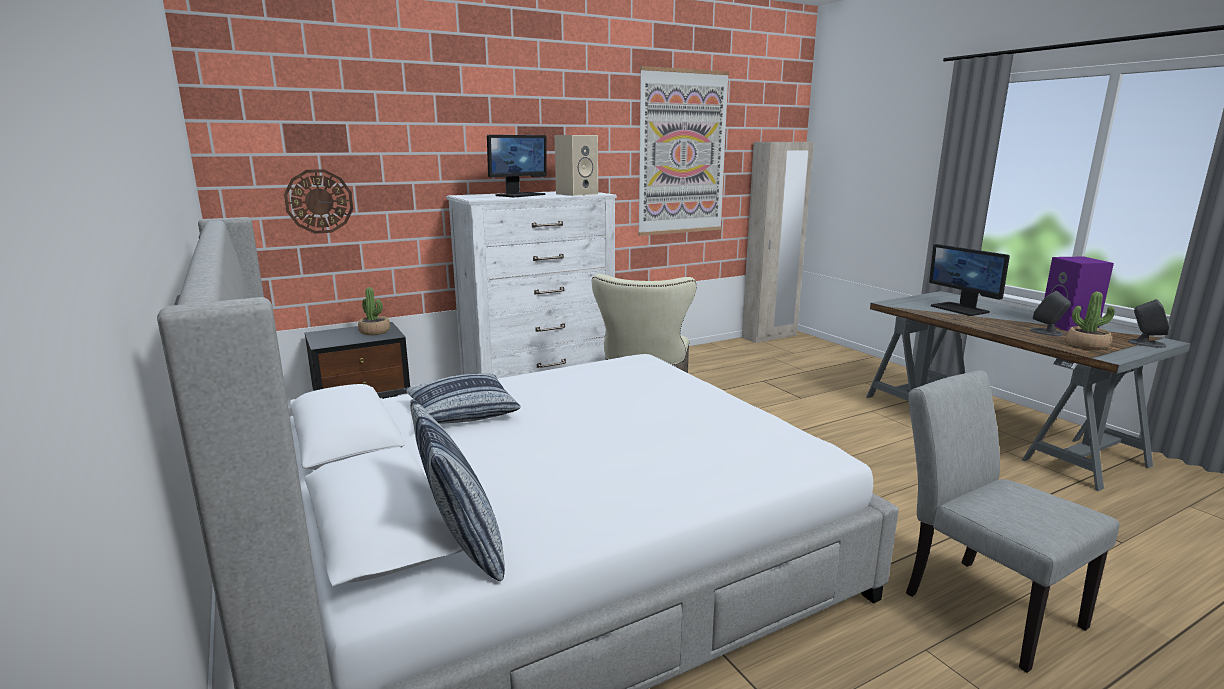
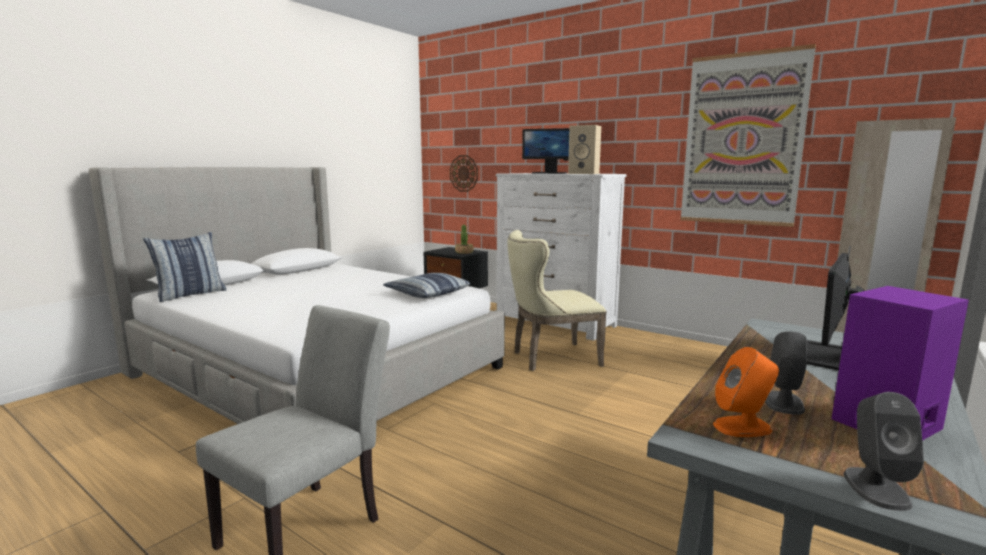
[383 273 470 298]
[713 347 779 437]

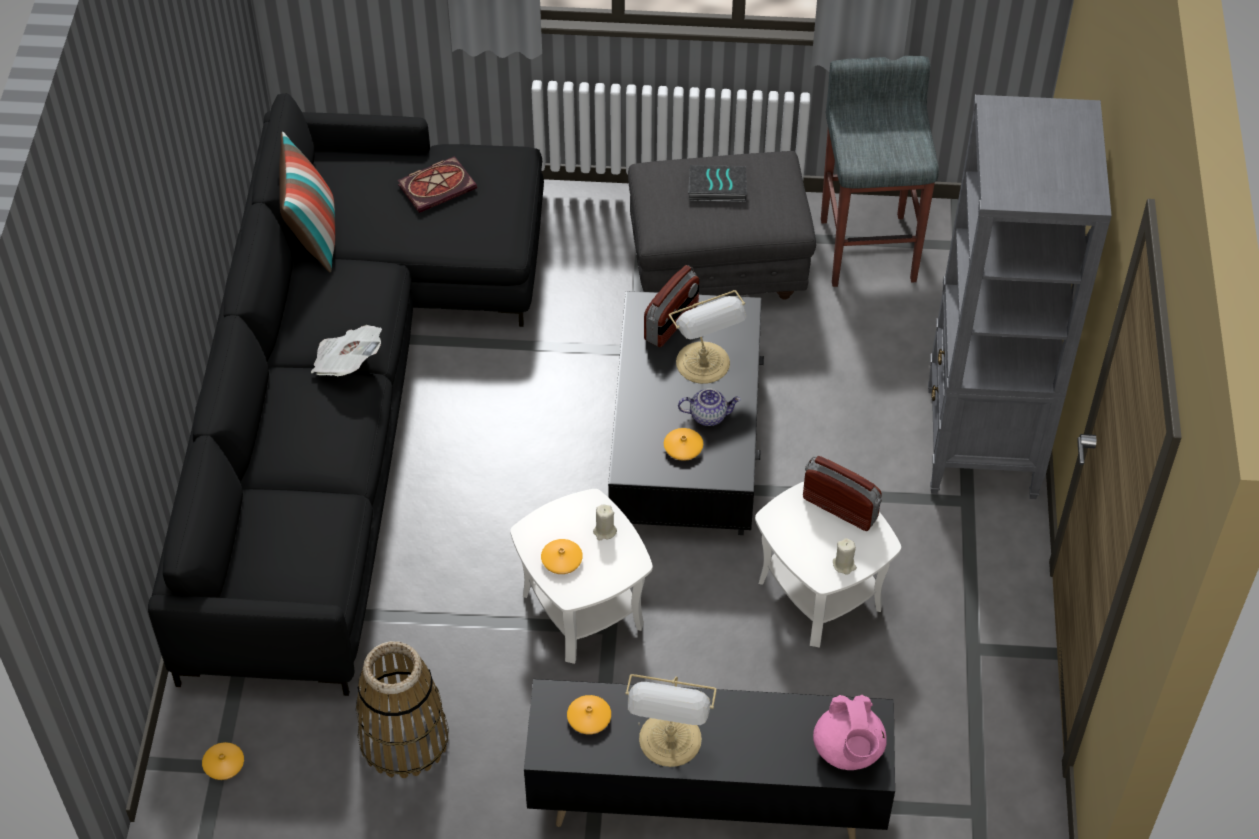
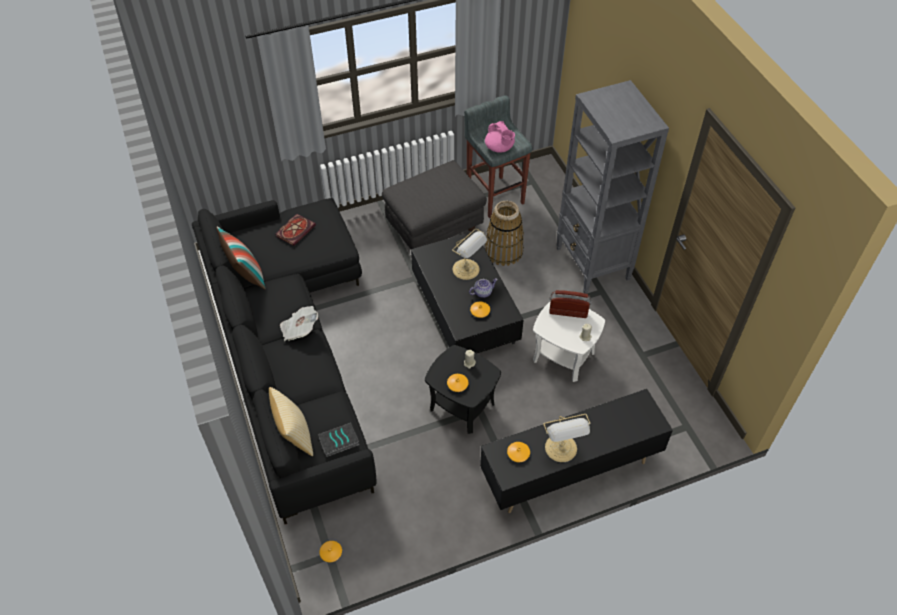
[269 387 313 456]
[318 423 359 457]
[425 345 501 434]
[485 121 515 153]
[485 201 524 266]
[644 265 699 347] (first image)

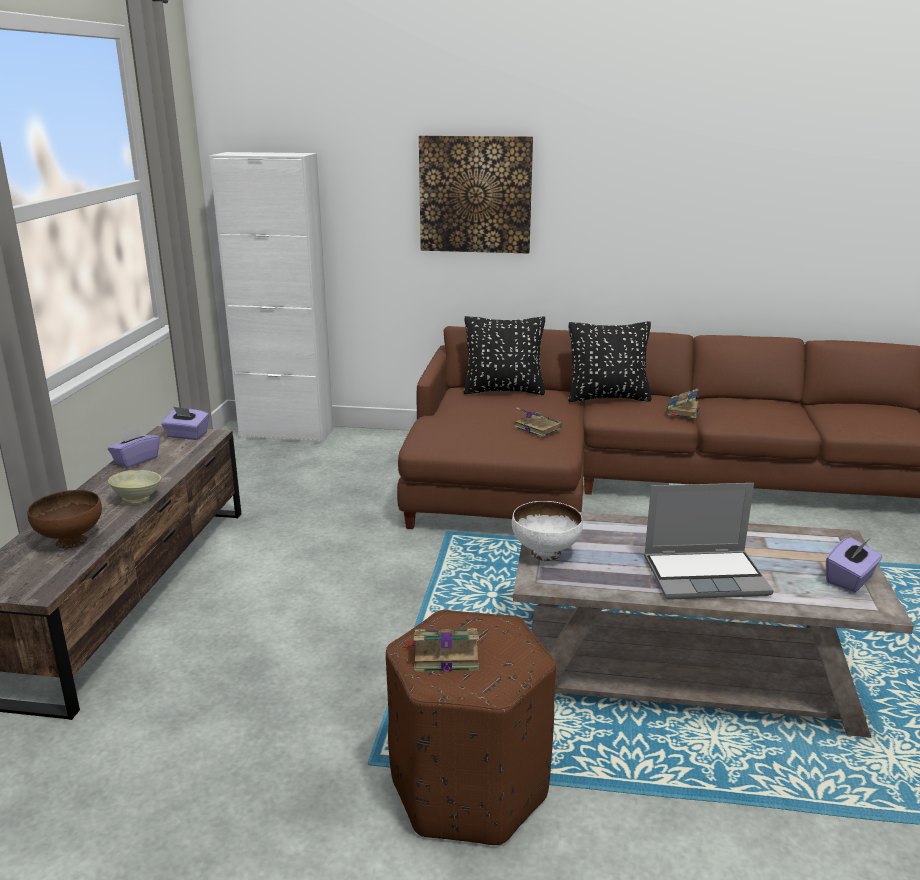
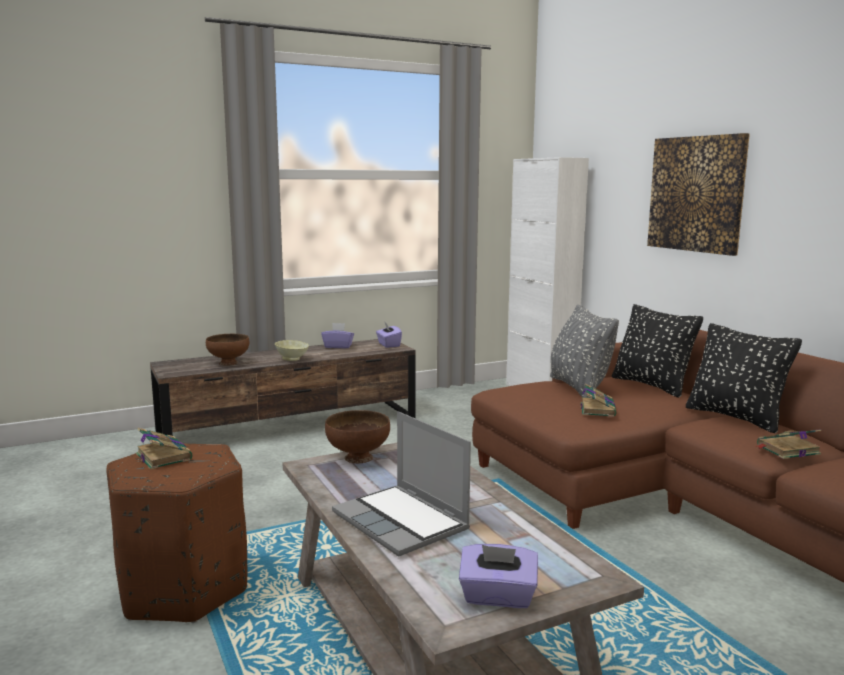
[325 410 390 463]
[550 305 619 398]

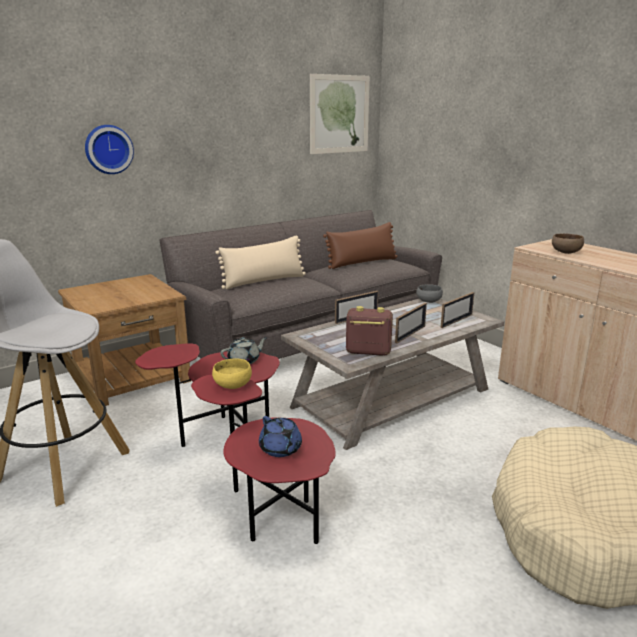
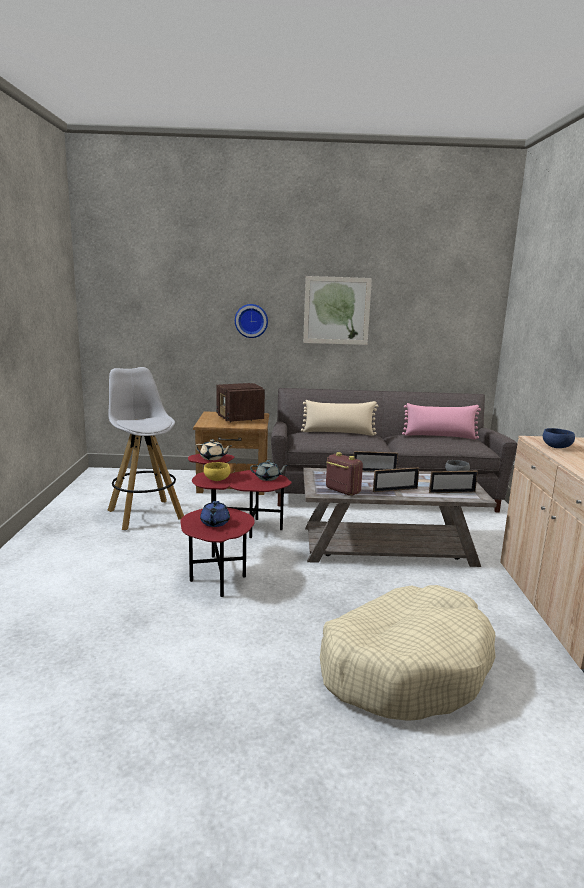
[195 440 231 460]
[216 383 265 423]
[303 276 372 345]
[402 403 481 440]
[543 428 575 448]

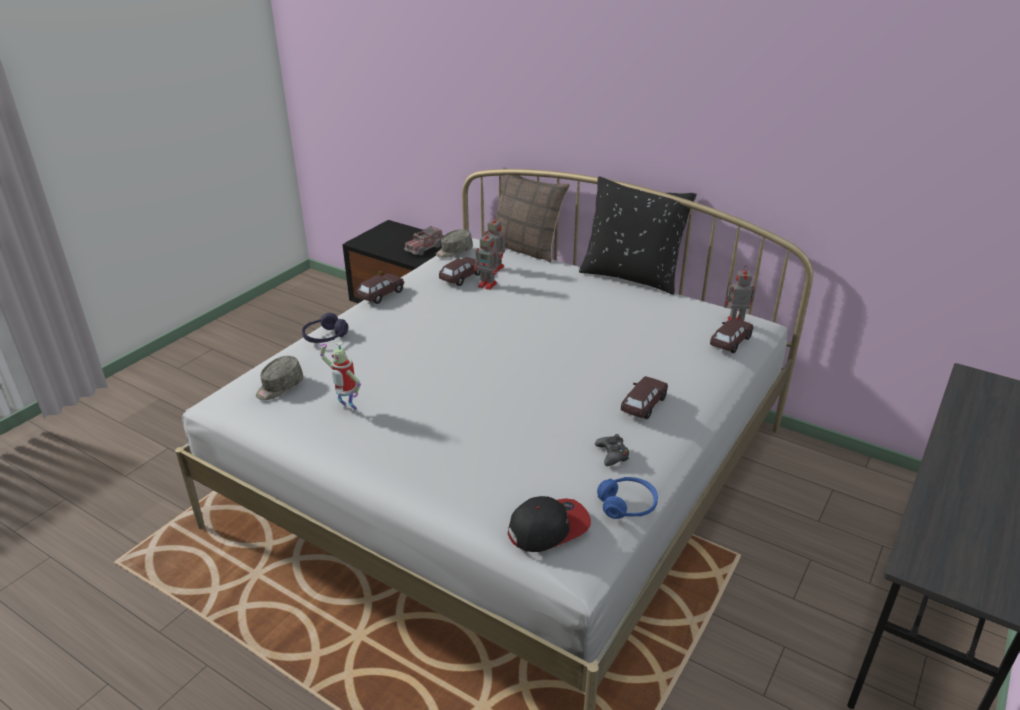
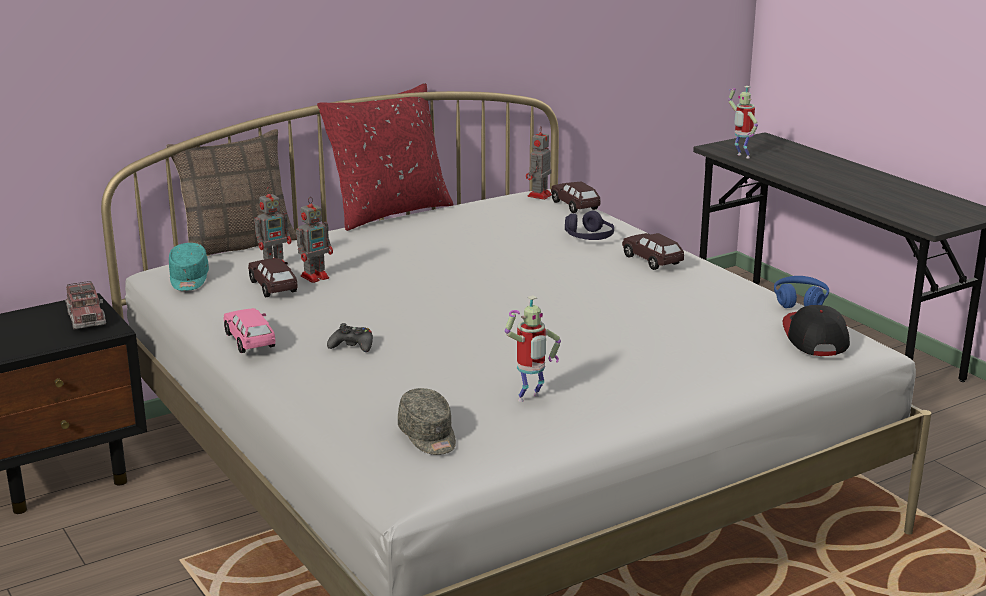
[169 243 209 291]
[223 308 275 353]
[317 83 454 231]
[327 323 373 352]
[565 211 614 240]
[728 86 758 159]

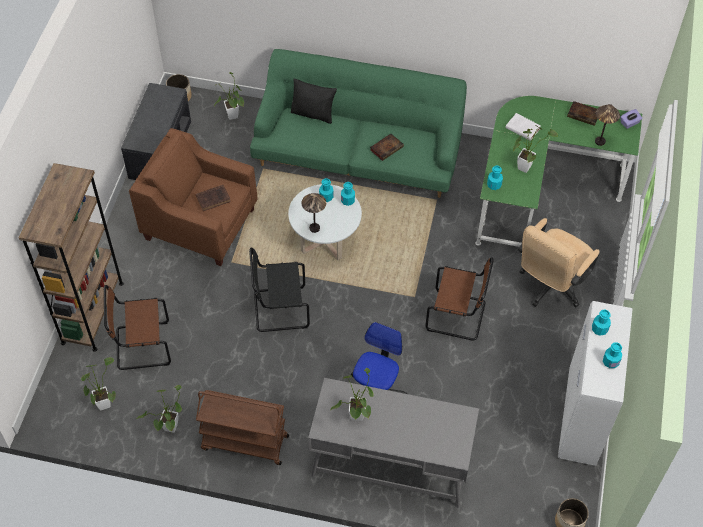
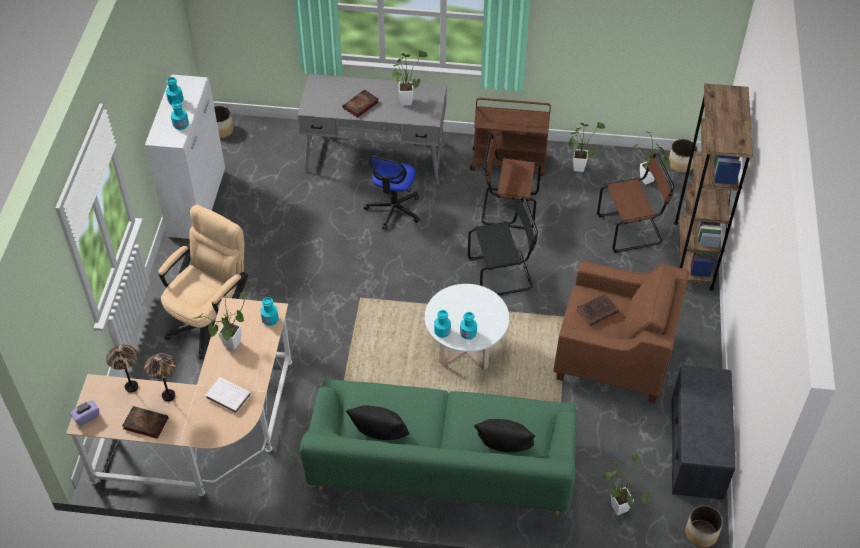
[66 297 292 496]
[144 353 176 401]
[343 89 379 118]
[346 405 410 440]
[481 133 541 229]
[669 139 698 173]

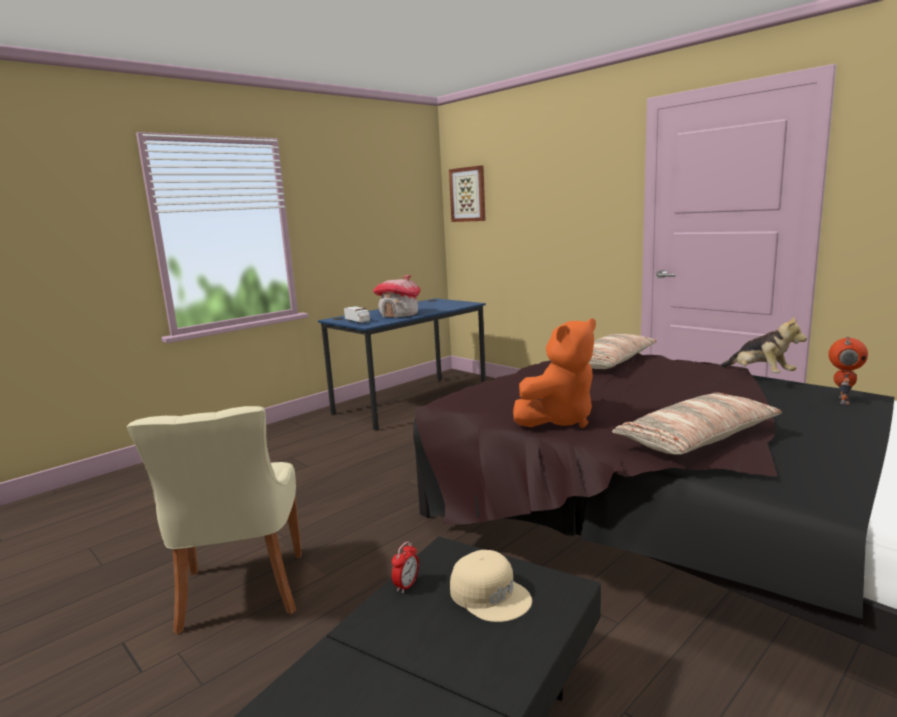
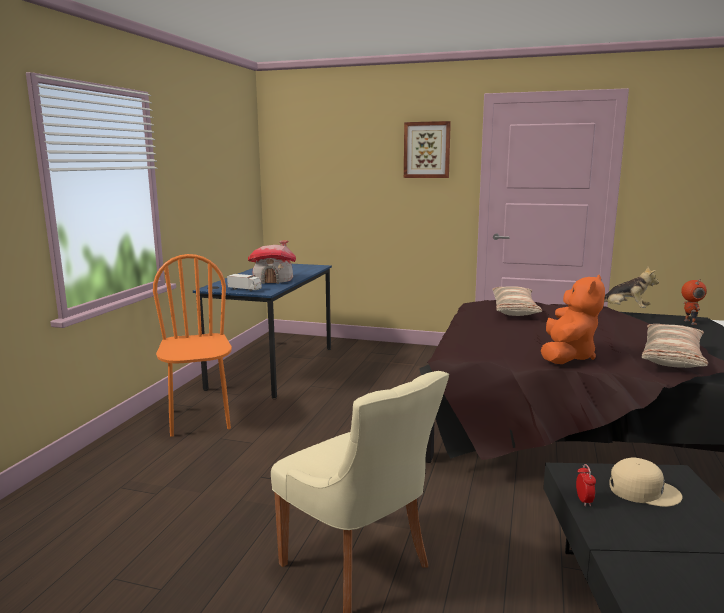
[153 254 232 437]
[404 121 451 178]

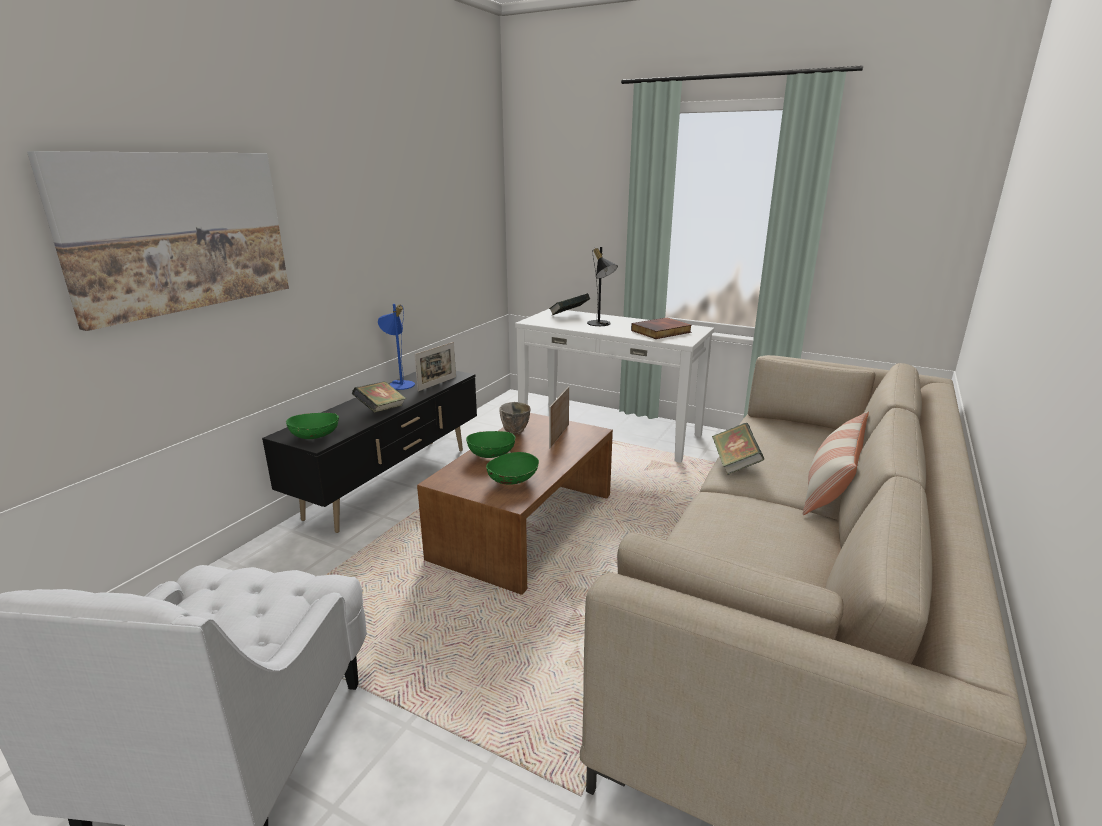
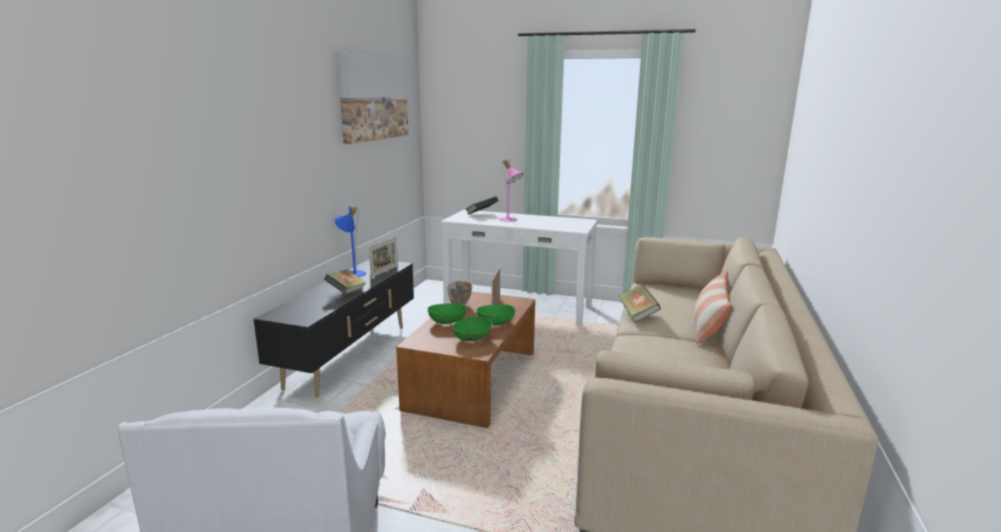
[337 52 408 144]
[476 304 515 326]
[499 159 523 222]
[631 317 692 339] (first image)

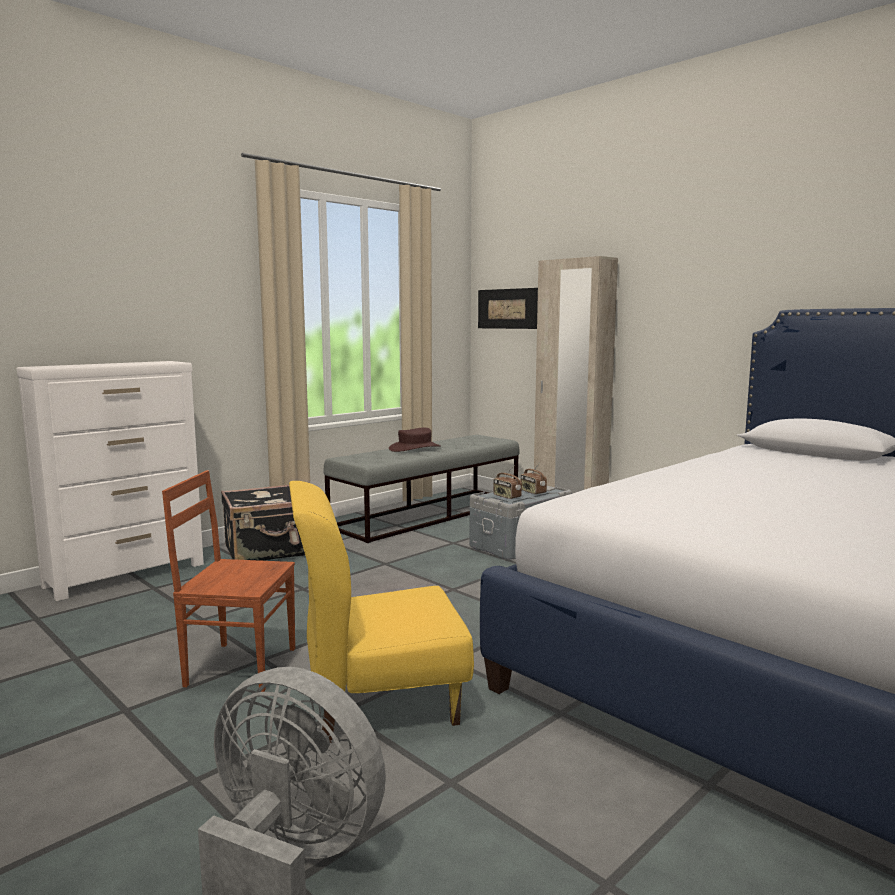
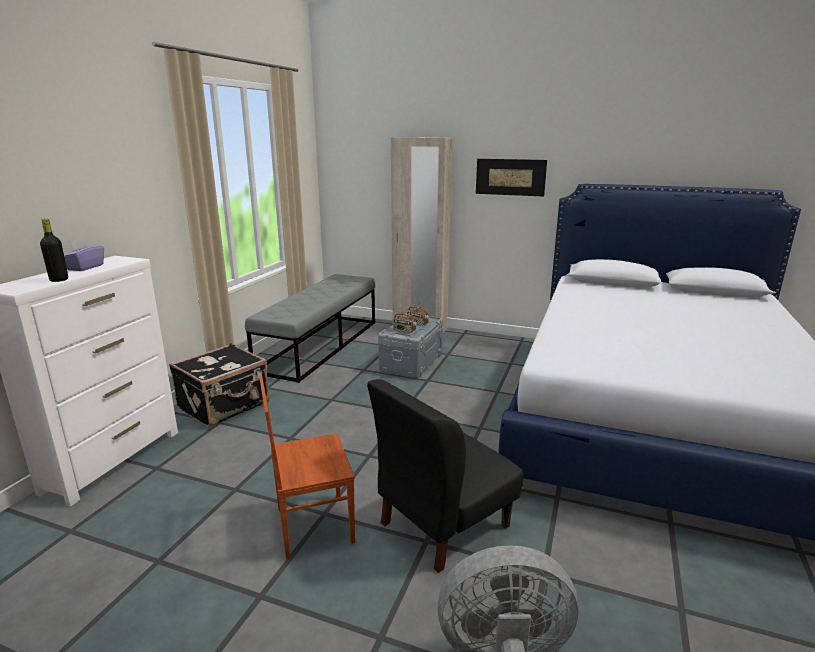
[40 219 68 282]
[64 239 104 271]
[367 379 523 573]
[476 159 547 197]
[389 428 441 452] (first image)

